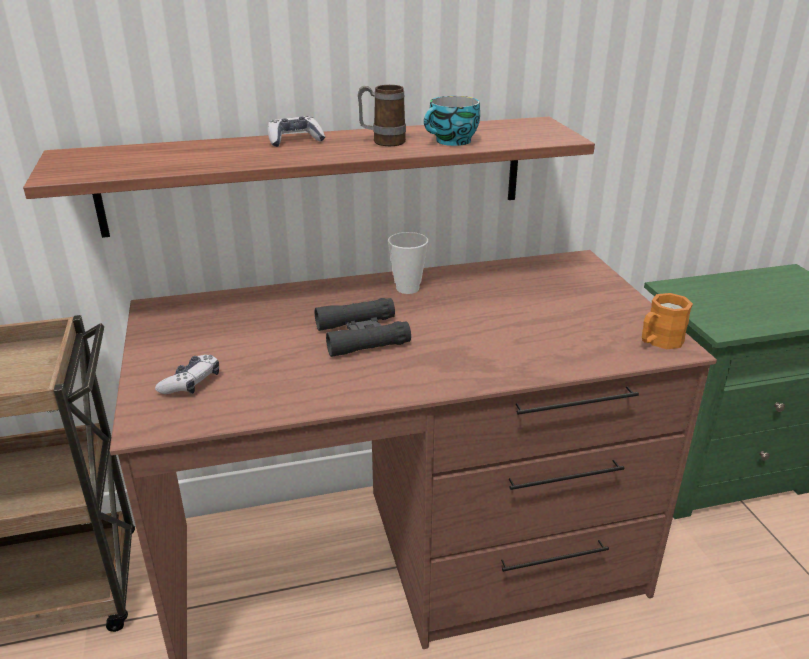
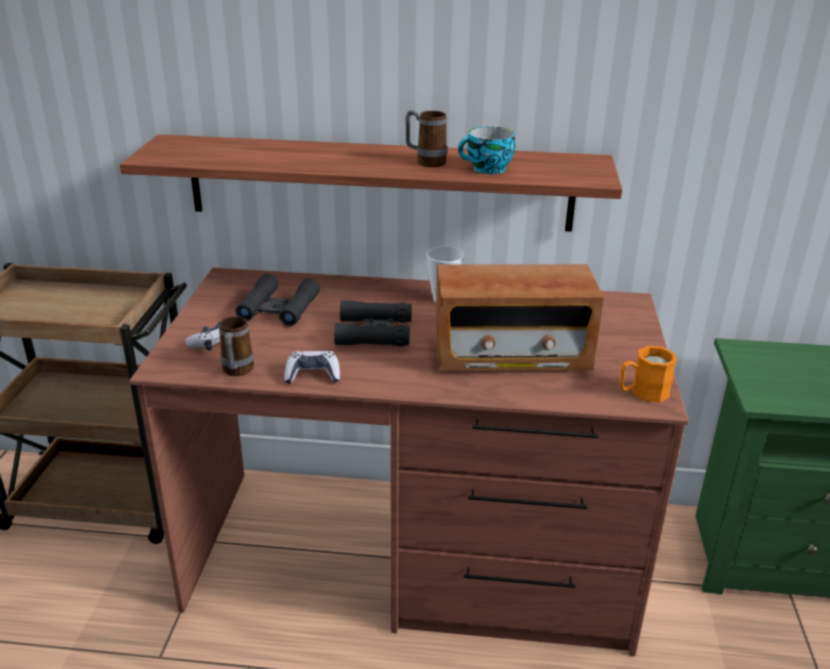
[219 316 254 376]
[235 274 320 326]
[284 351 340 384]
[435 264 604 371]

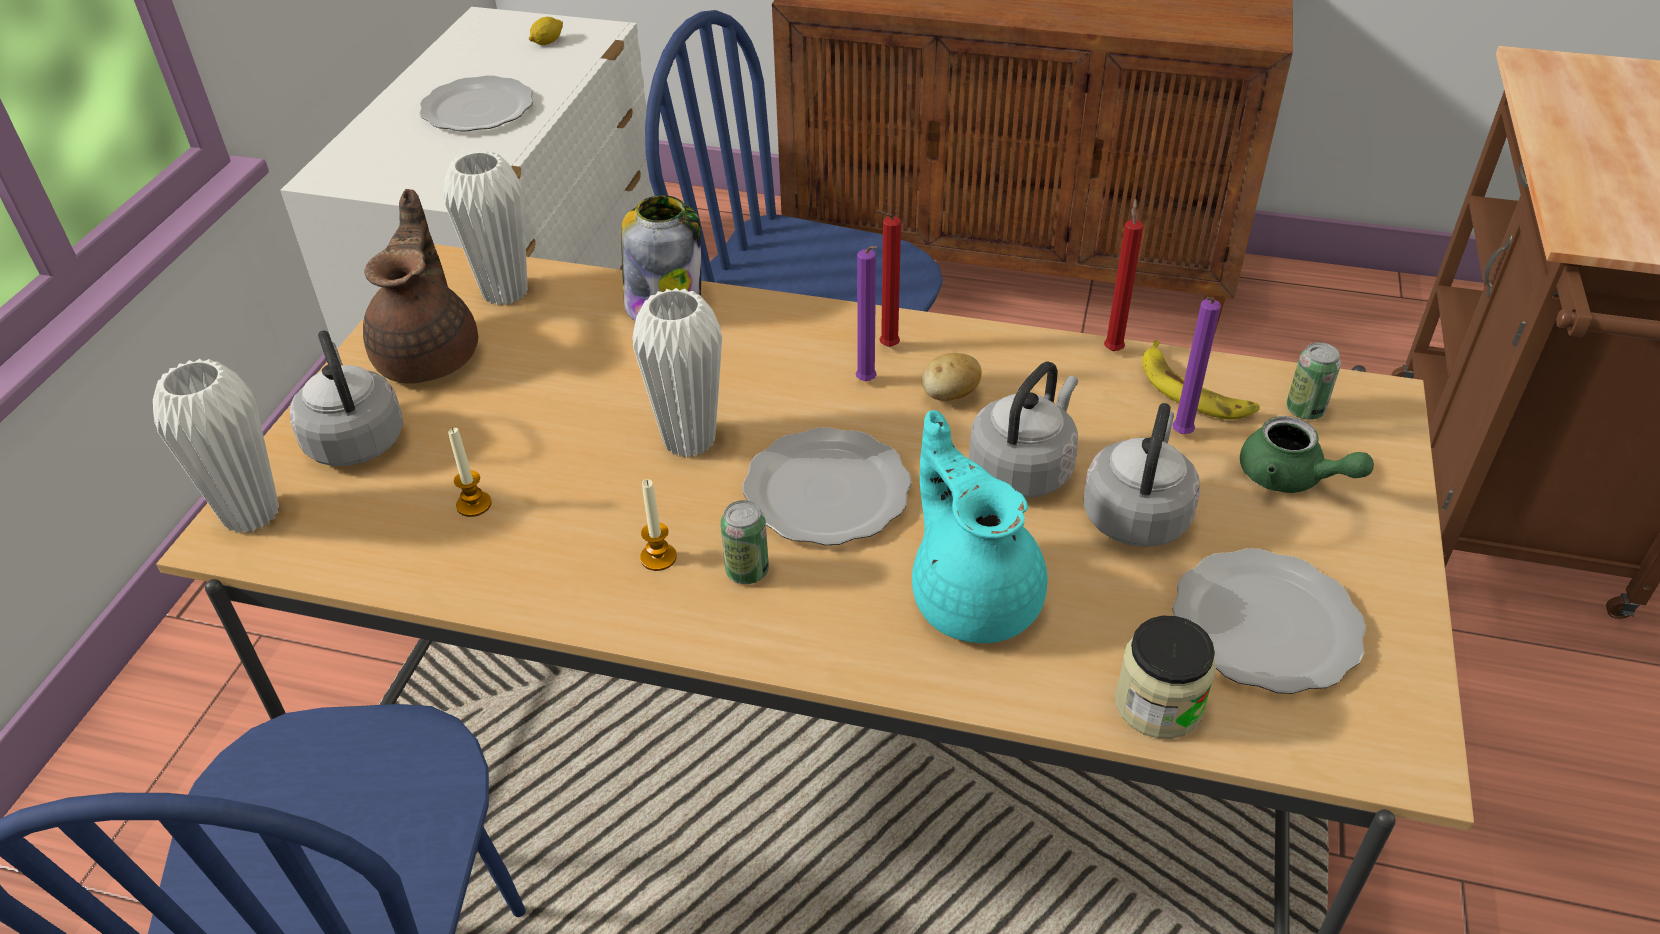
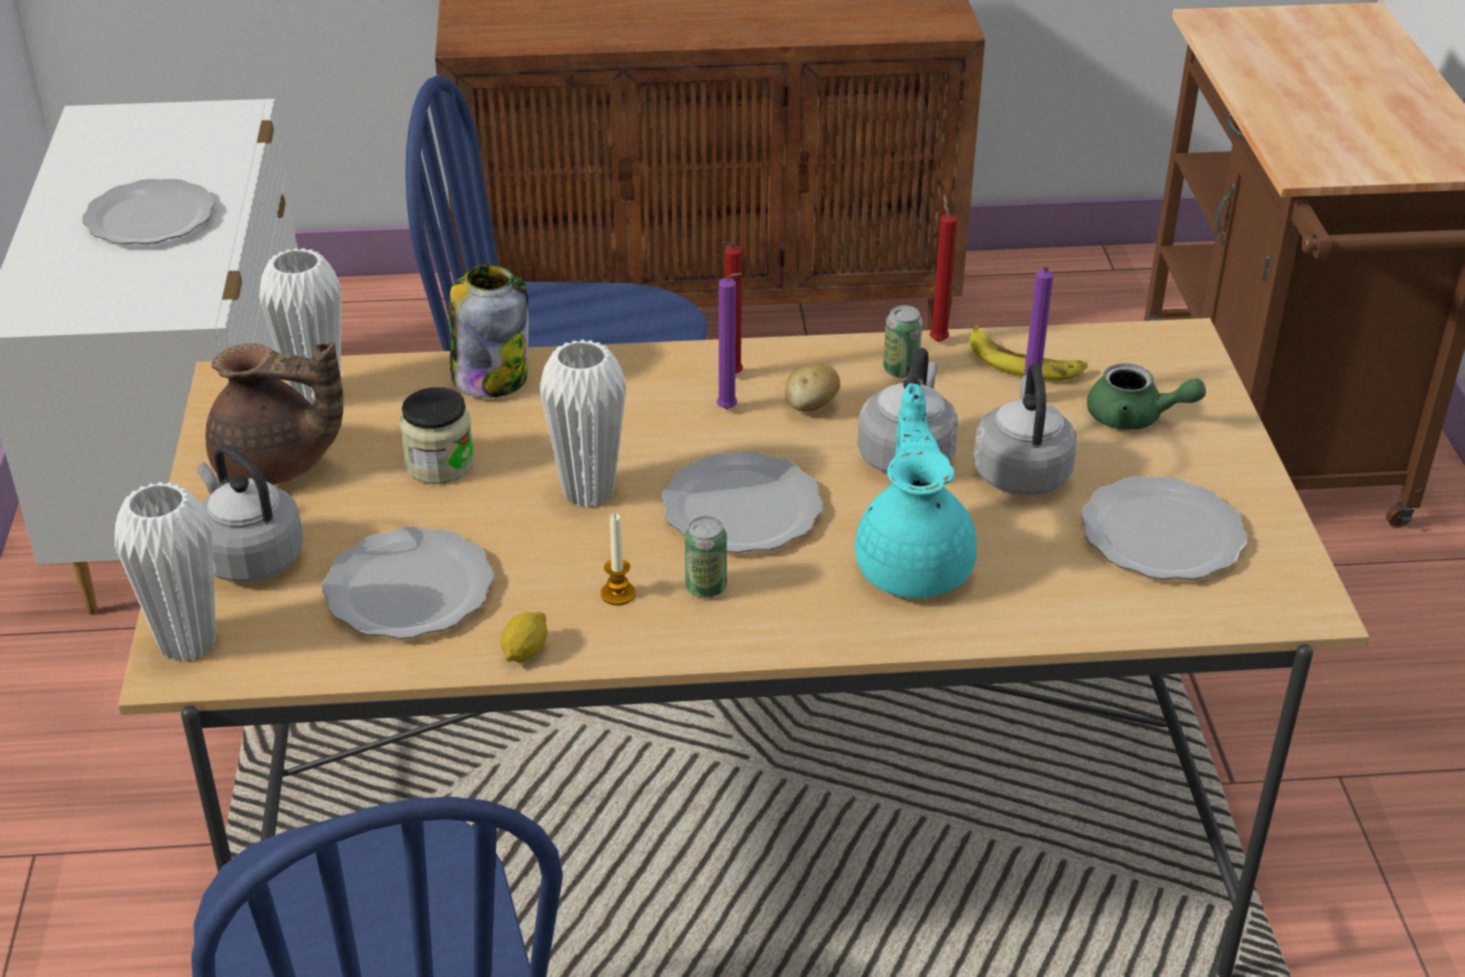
[205 342 343 485]
[322 526 494 639]
[399 387 475 484]
[501 612 548 662]
[855 383 977 598]
[883 305 923 378]

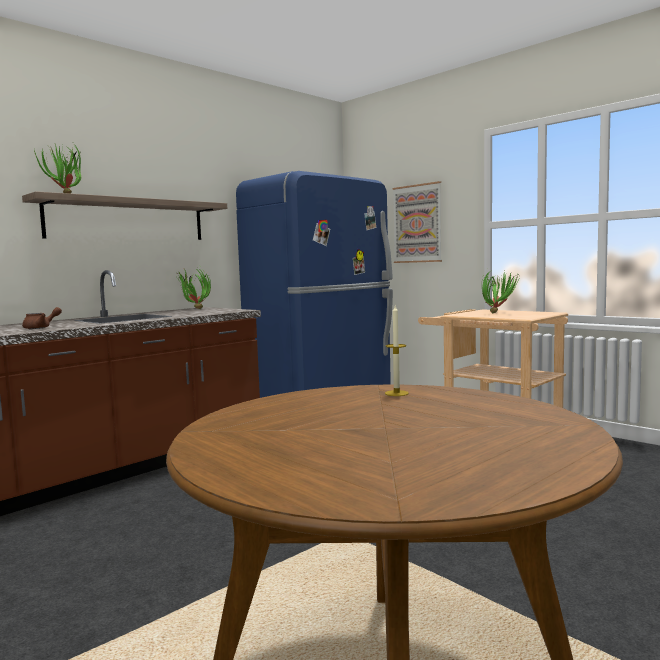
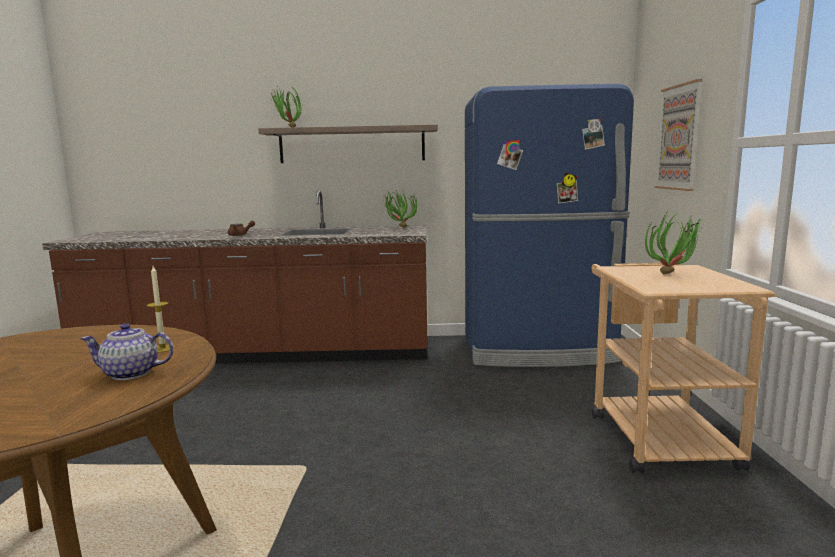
[80 323 174 380]

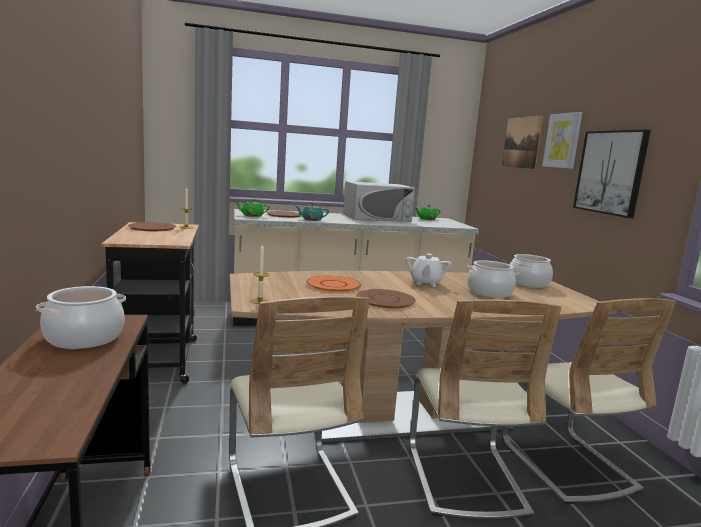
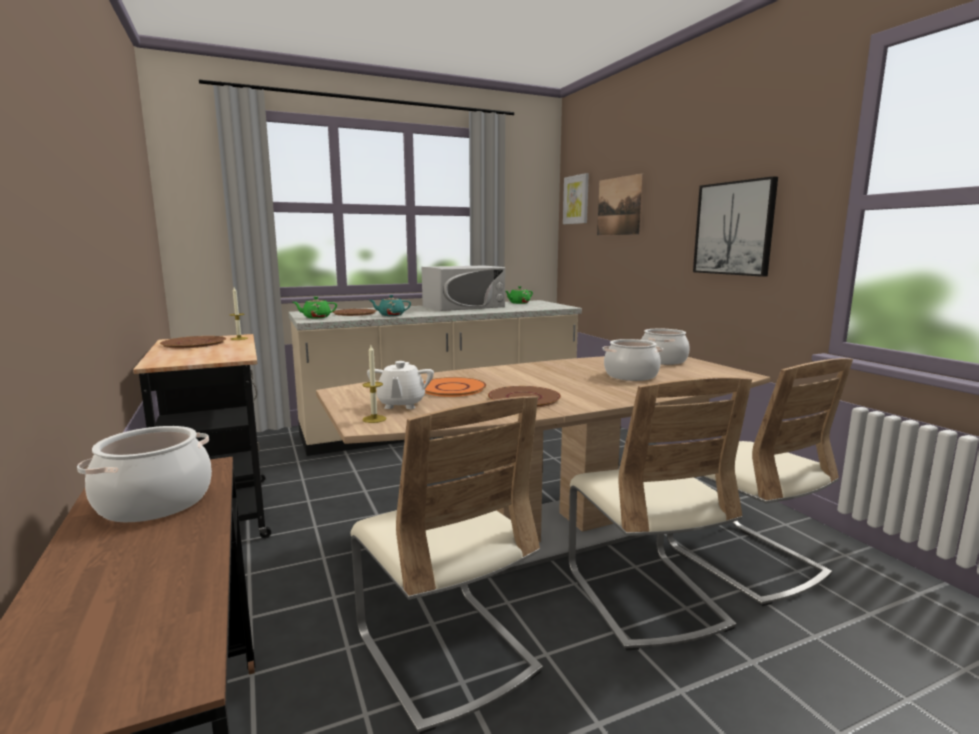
[367 361 434 409]
[563 173 589 224]

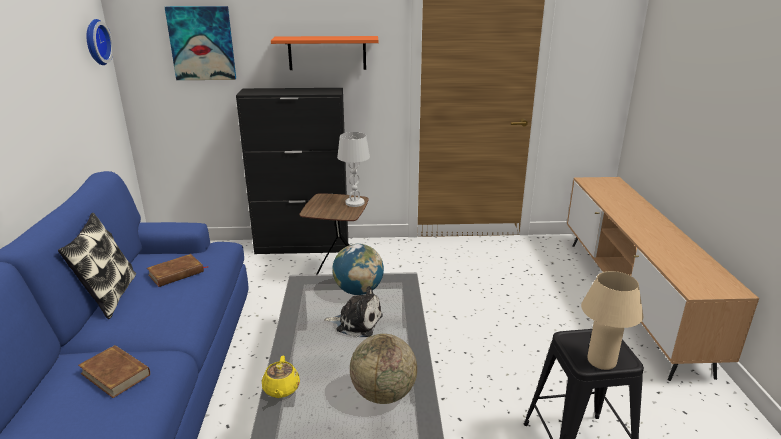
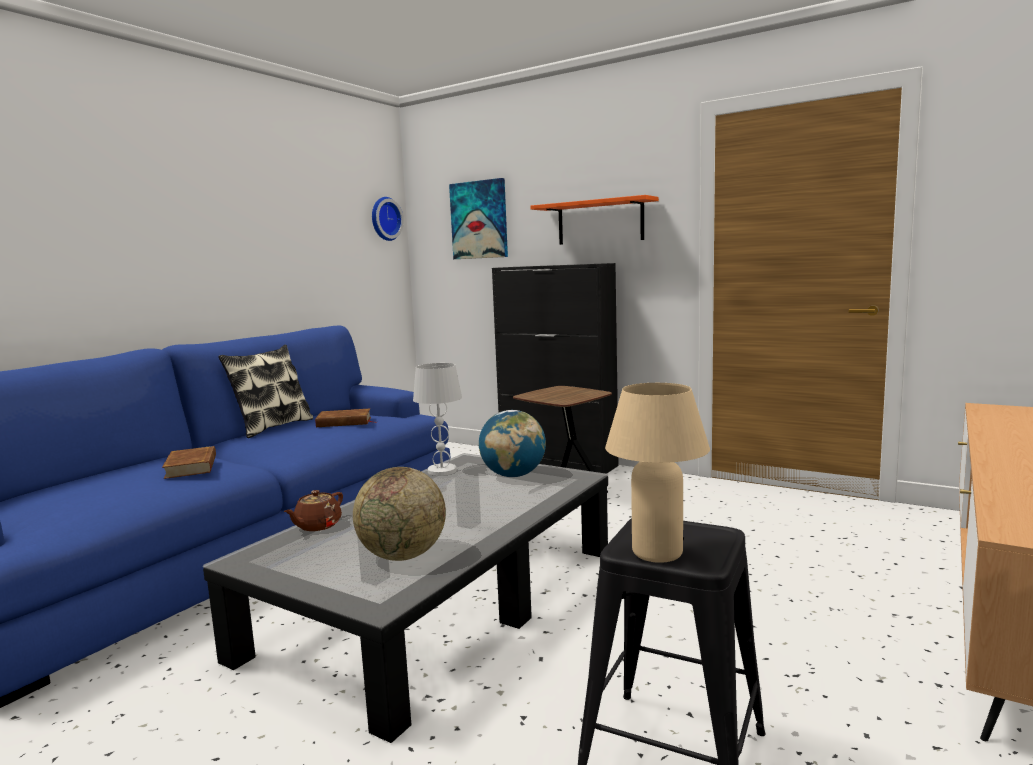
[284 490 343 531]
[413 363 462 476]
[324 286 383 337] (first image)

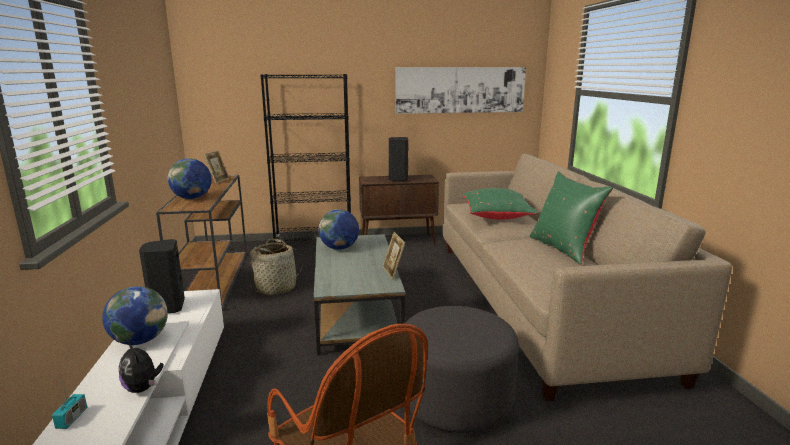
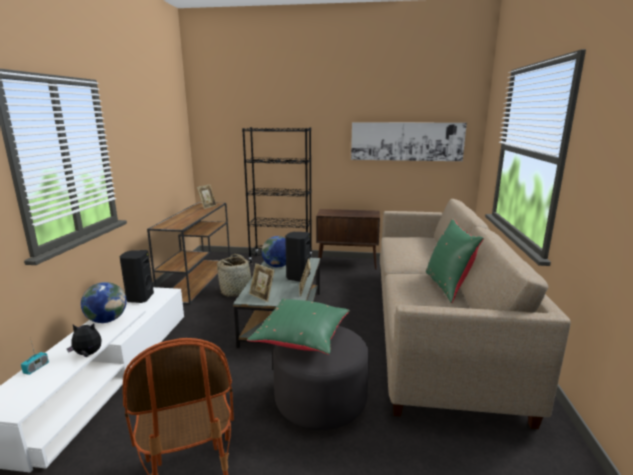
[67 323 102 357]
[247 299 350 355]
[249 263 275 302]
[285 232 310 282]
[168 158 212 199] (first image)

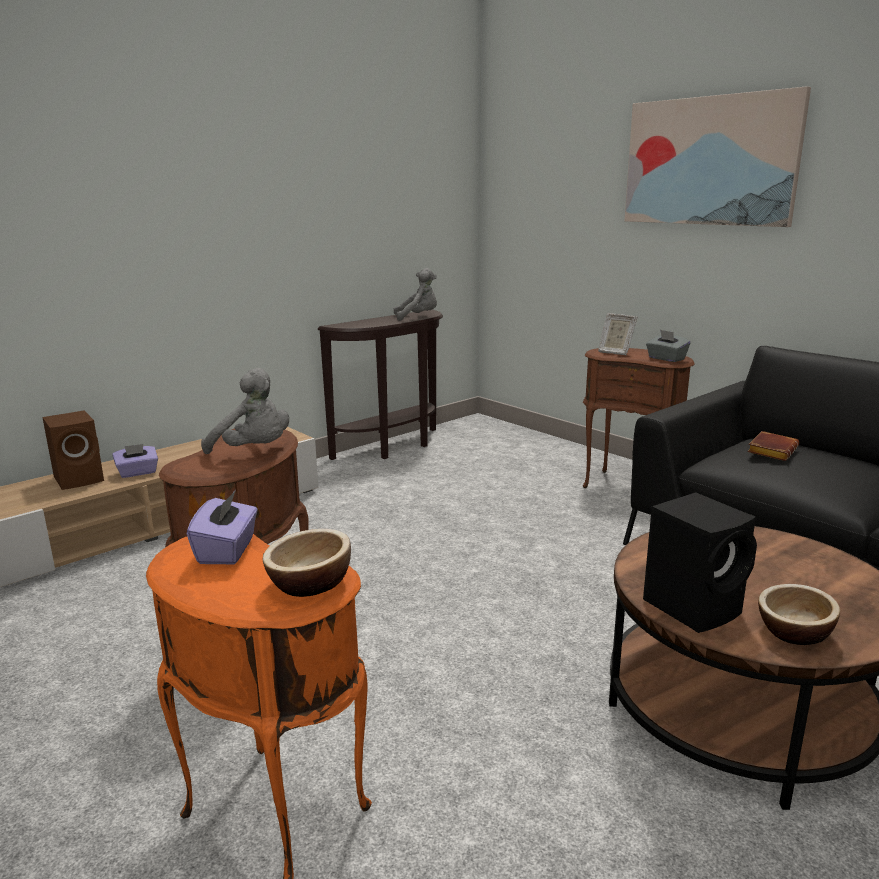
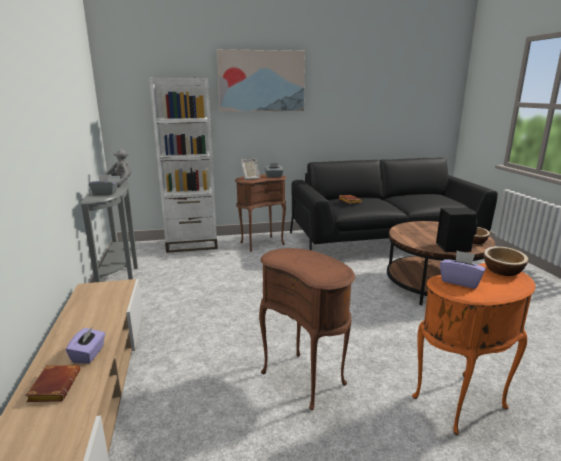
[25 365 80 402]
[80 178 138 282]
[89 175 118 195]
[149 78 218 253]
[201 368 289 454] (first image)

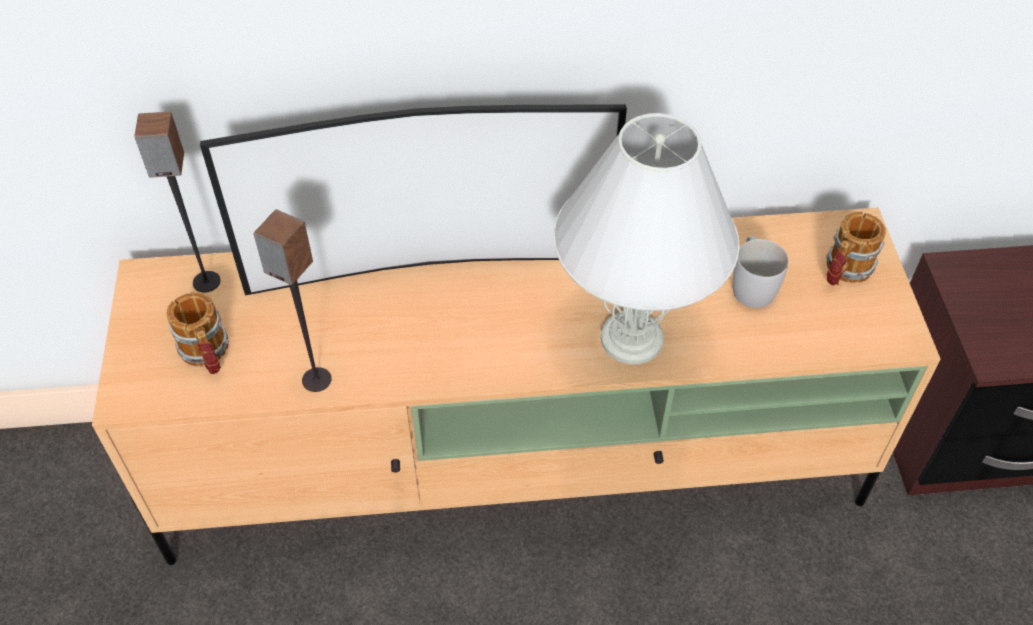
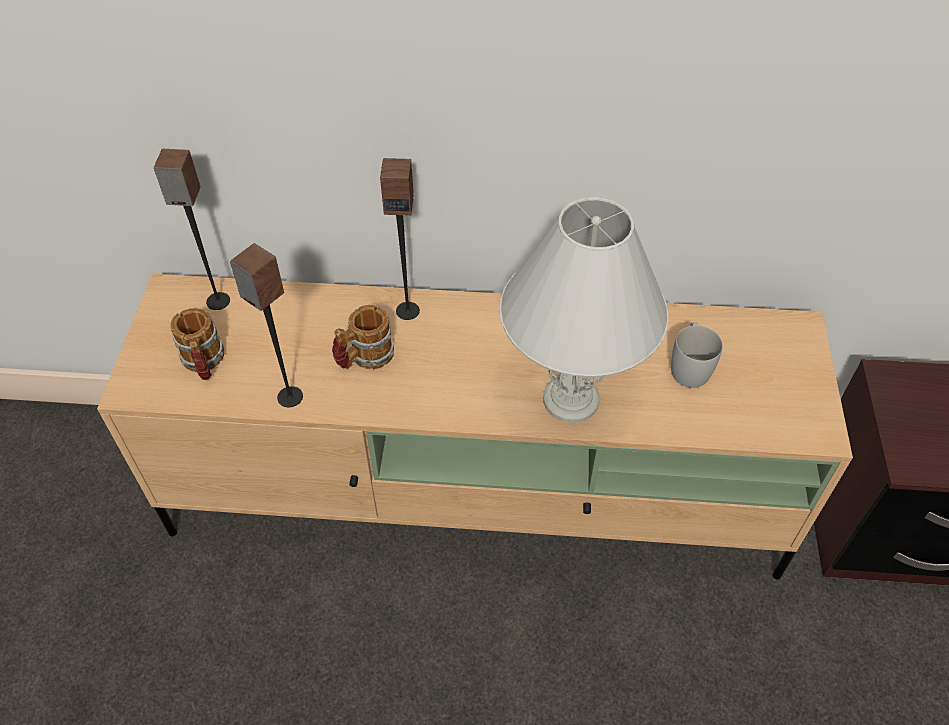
[332 305 394 369]
[380 158 420 320]

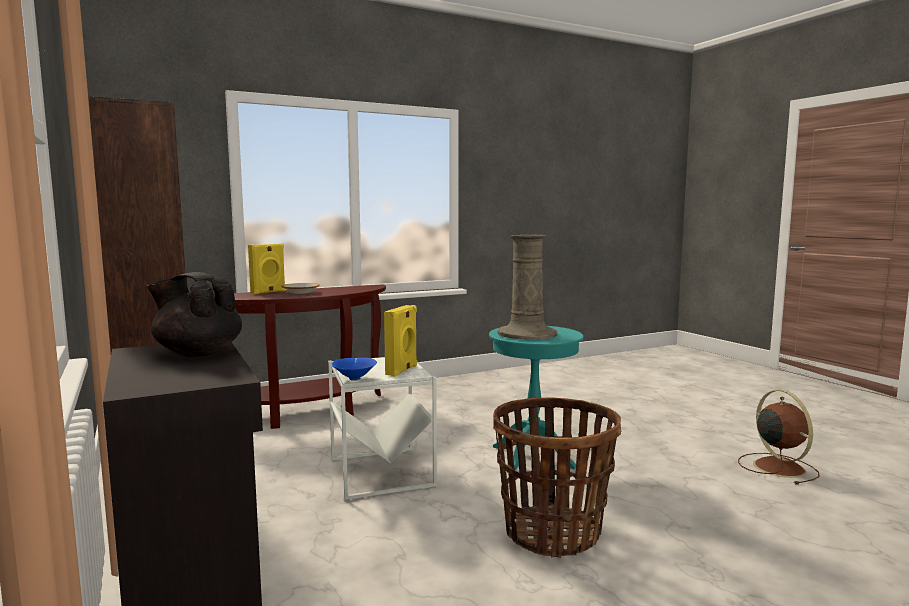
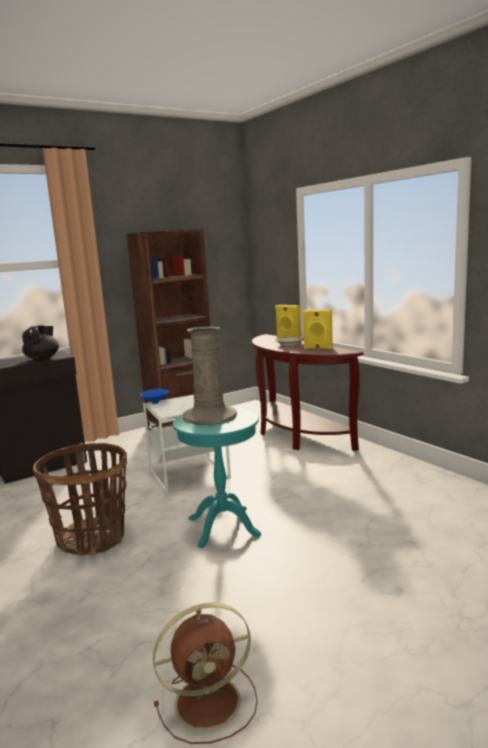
[303 309 333 349]

